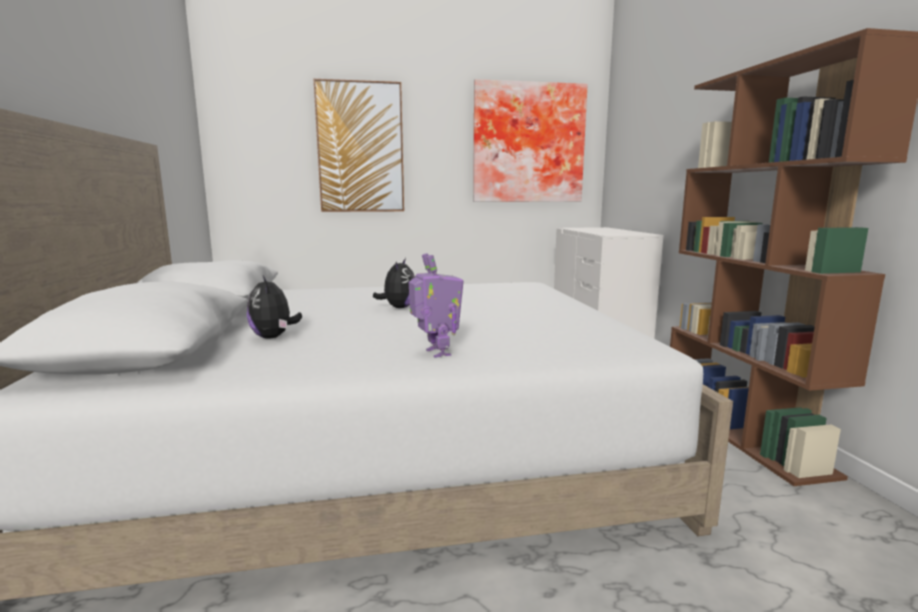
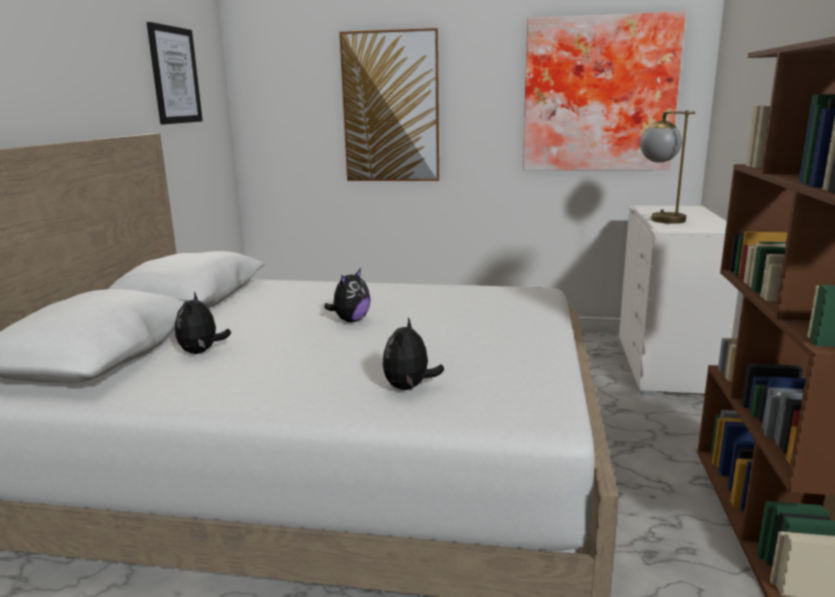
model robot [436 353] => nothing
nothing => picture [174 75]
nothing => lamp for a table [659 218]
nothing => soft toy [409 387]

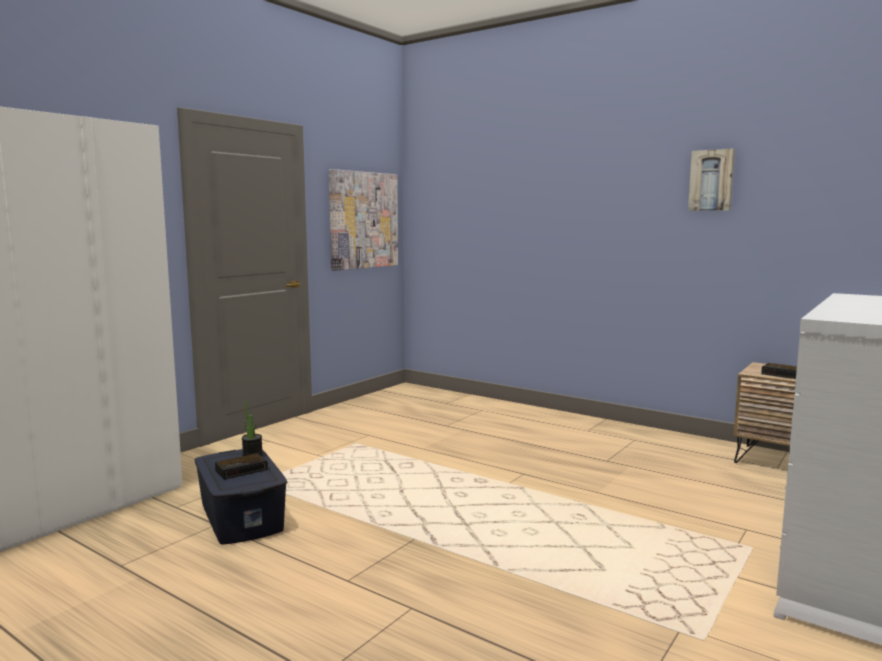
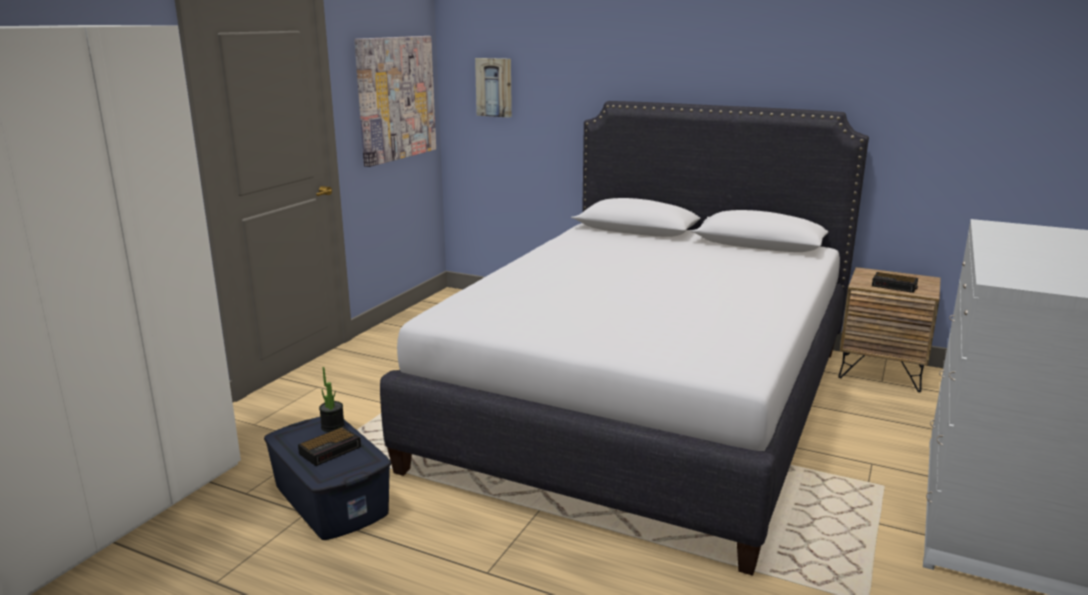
picture [711 180] => picture [494 87], relocated
nothing => bedroom bed in whitish [645 403]

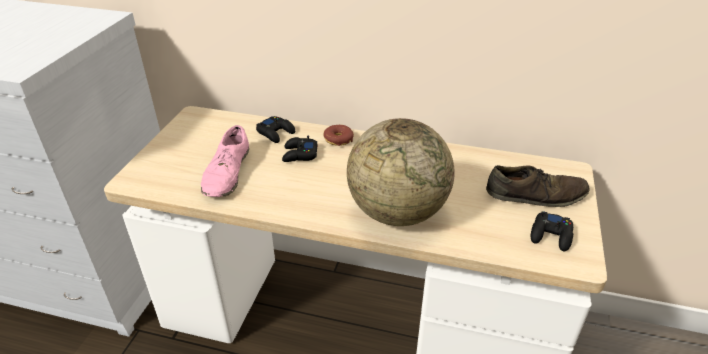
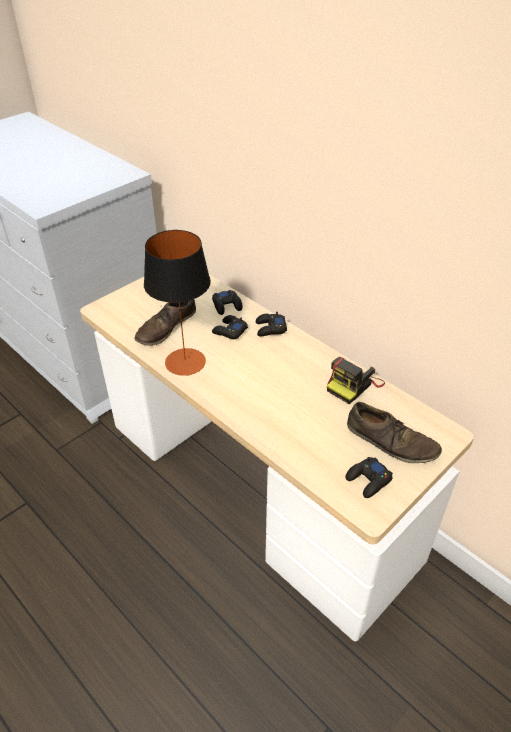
desk globe [397 212] => nothing
shoe in pinkish [227 173] => shoe in brownish [166 327]
doughnut [338 139] => gamepad in black-coloured [270 328]
nothing => lamp for a table [185 362]
nothing => photo camera [354 385]

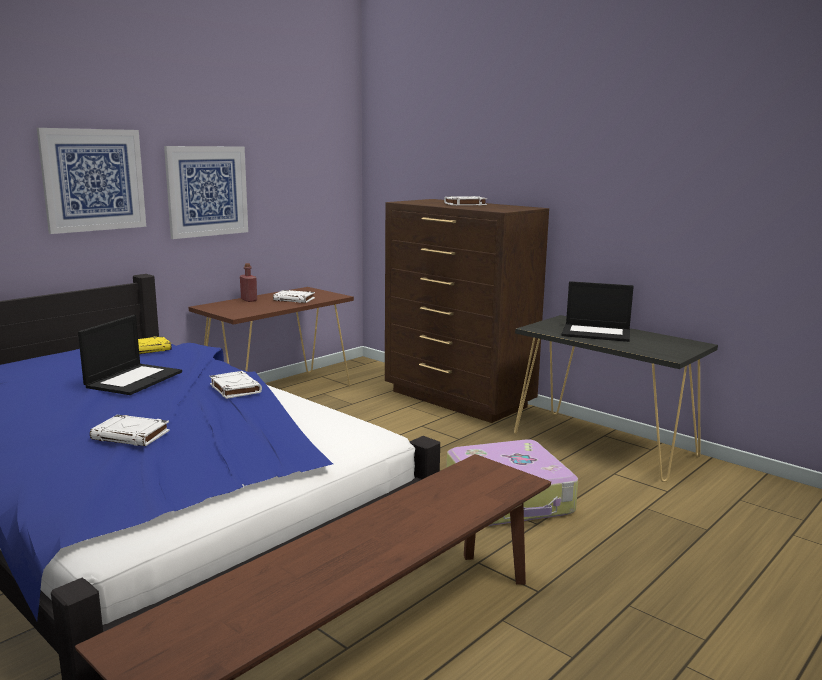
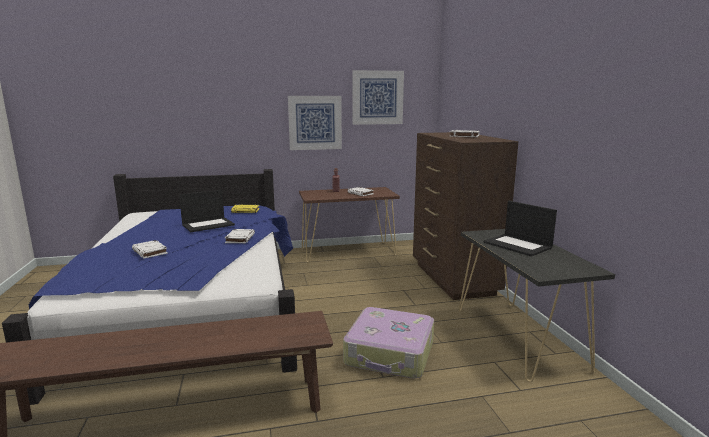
picture [93 180] => picture [377 97], relocated

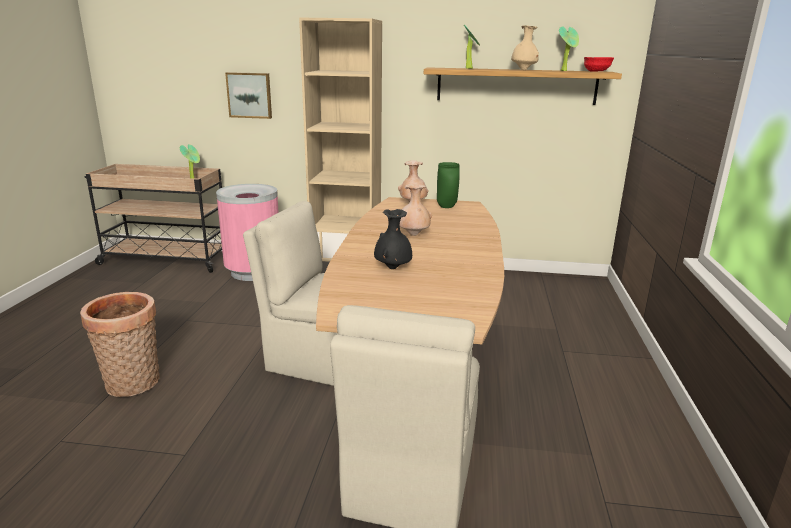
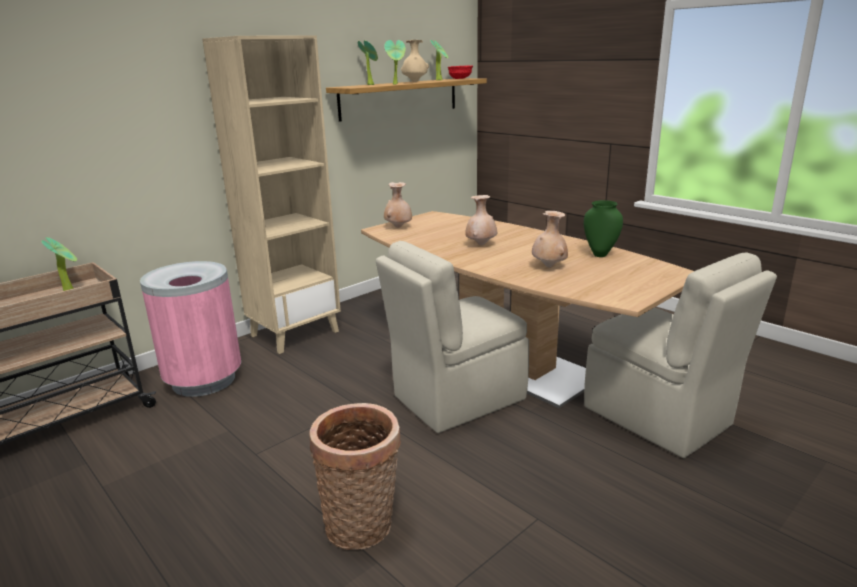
picture [249 95] => nothing
decorative vase in green-coloured [447 207] => decorative vase in green-coloured [600 254], relocated
decorative vase in black-coloured [392 268] => decorative vase in beige-coloured [549 266]
nothing => plant in a pot [396 84]

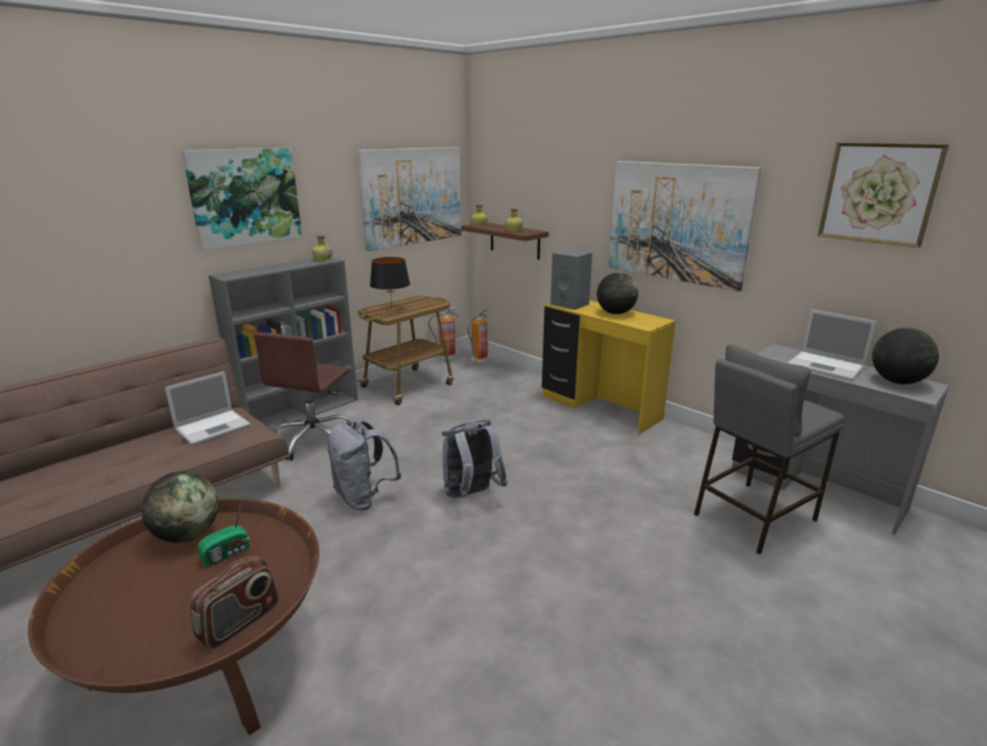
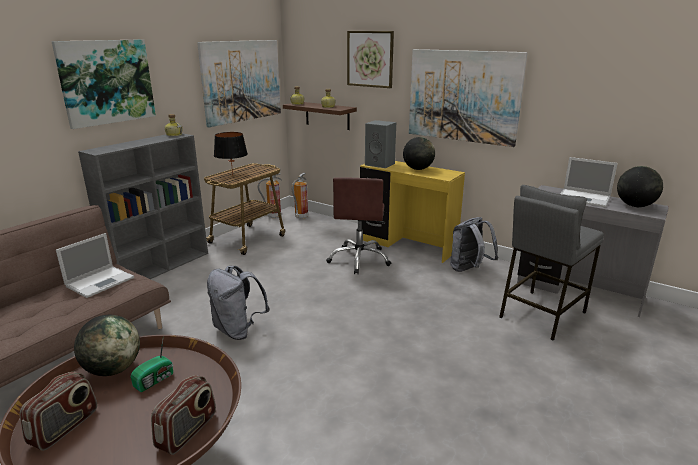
picture [879 193] => picture [370 59], relocated
desk chair in brownish [314 439] => desk chair in brownish [359 259], relocated
knapsack in gray [471 495] => knapsack in gray [469 270], relocated
nothing => radio set [65 427]

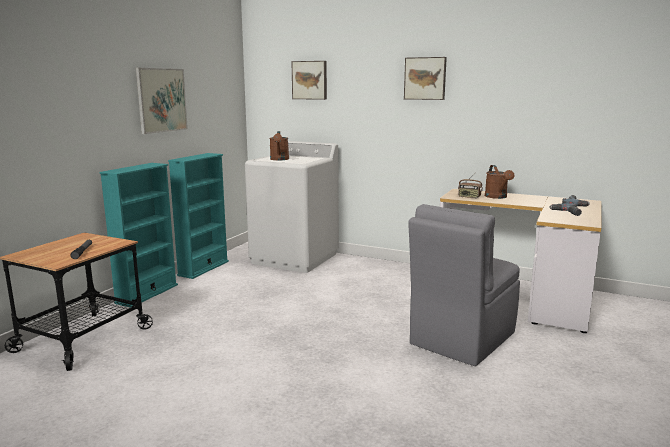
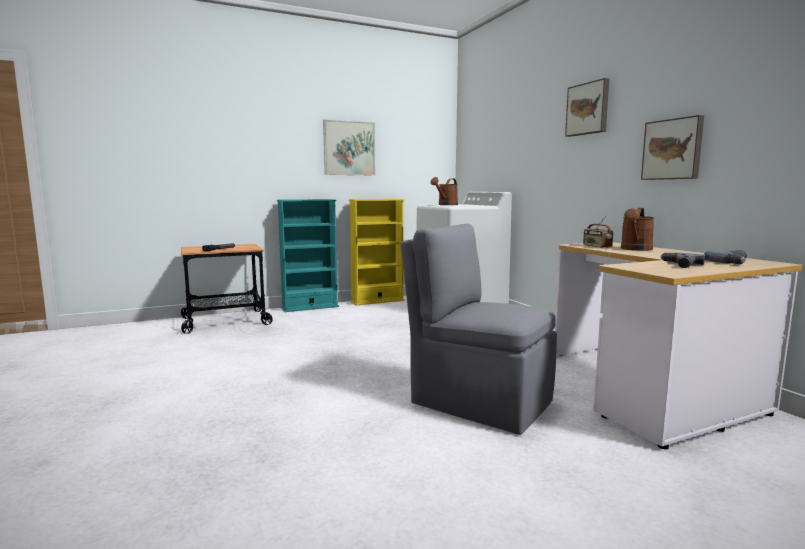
picture [310 80] => picture [673 149], relocated
bookshelf in turquoise-coloured [203 268] => bookshelf in yellowish [377 301]
plain chair in gray [461 339] => plain chair in gray [478 401], 45 degrees clockwise

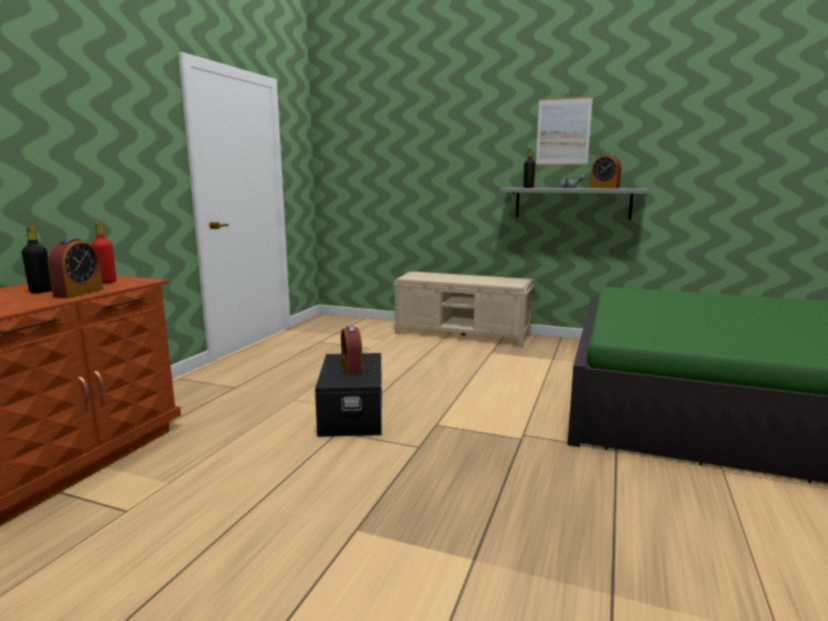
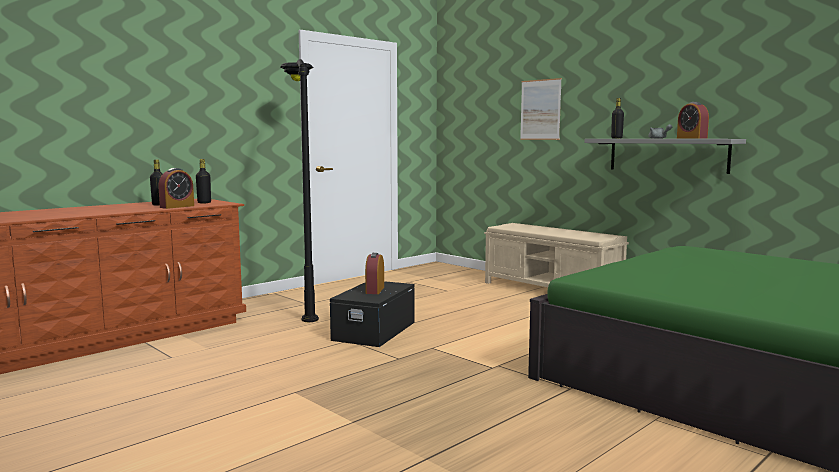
picture [563 131] => picture [540 109], relocated
beverage bottle in reddish [106 282] => beverage bottle in black-coloured [204 203]
nothing => floor lamp in black-coloured [305 306]

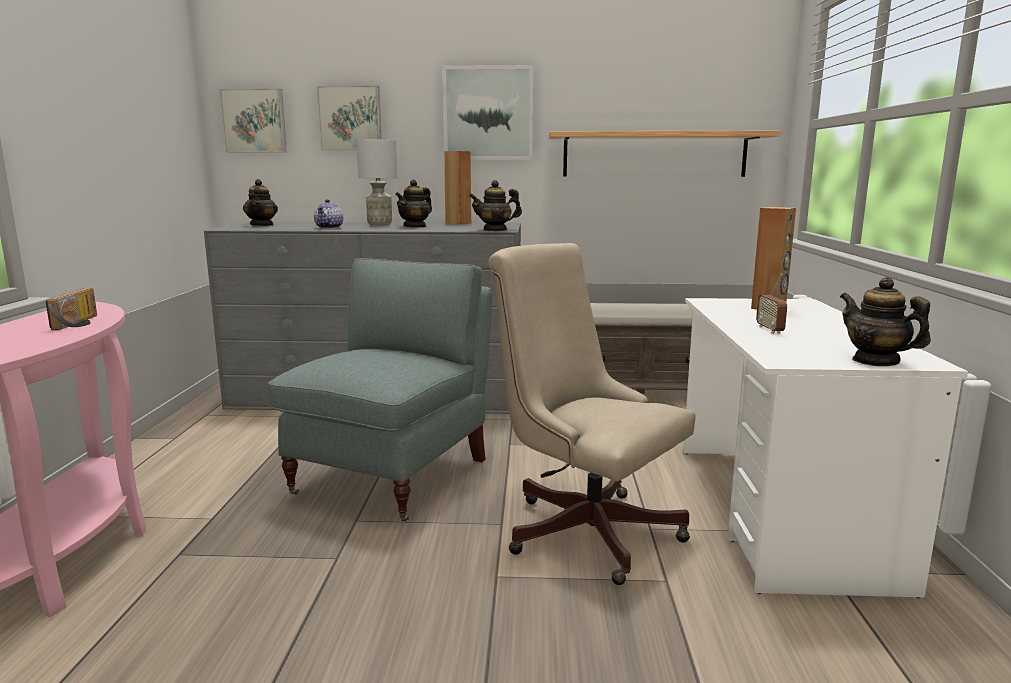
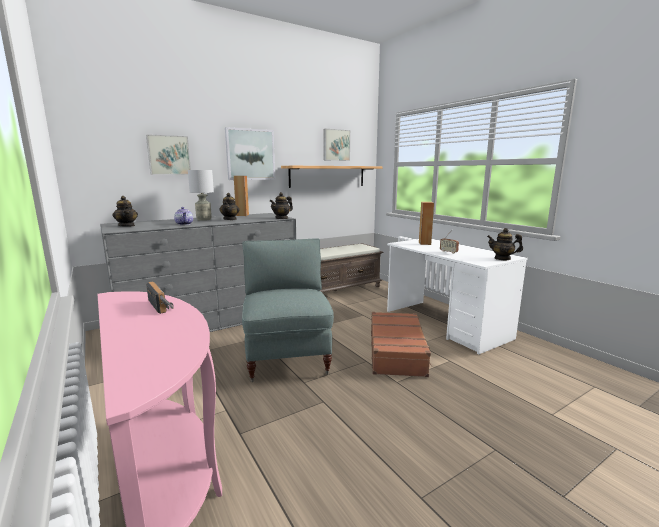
picture [254 121] => picture [336 145], relocated
desk chair in beige-coloured [583 527] => travel case in brownish [397 352]

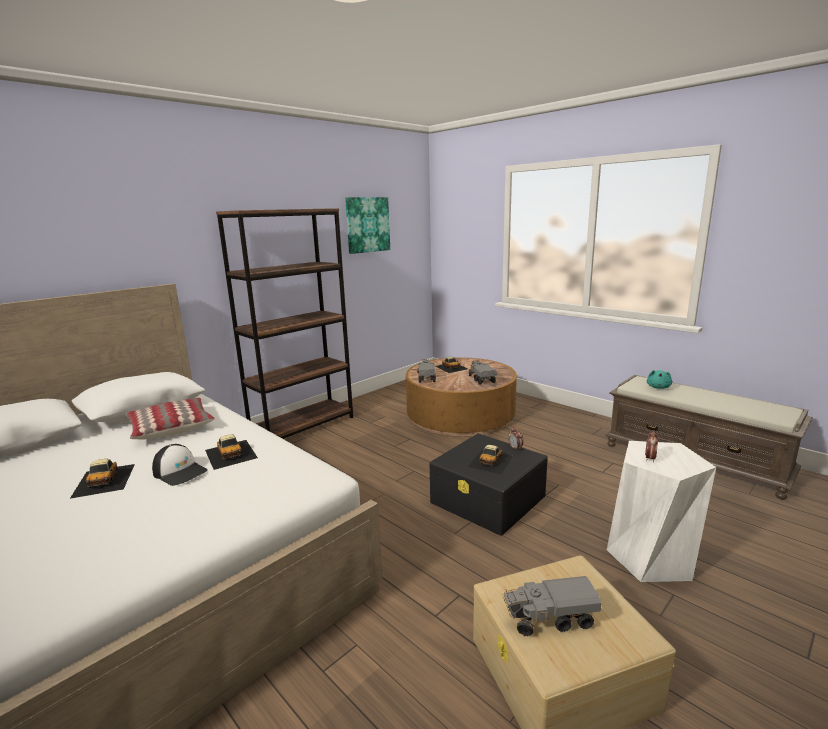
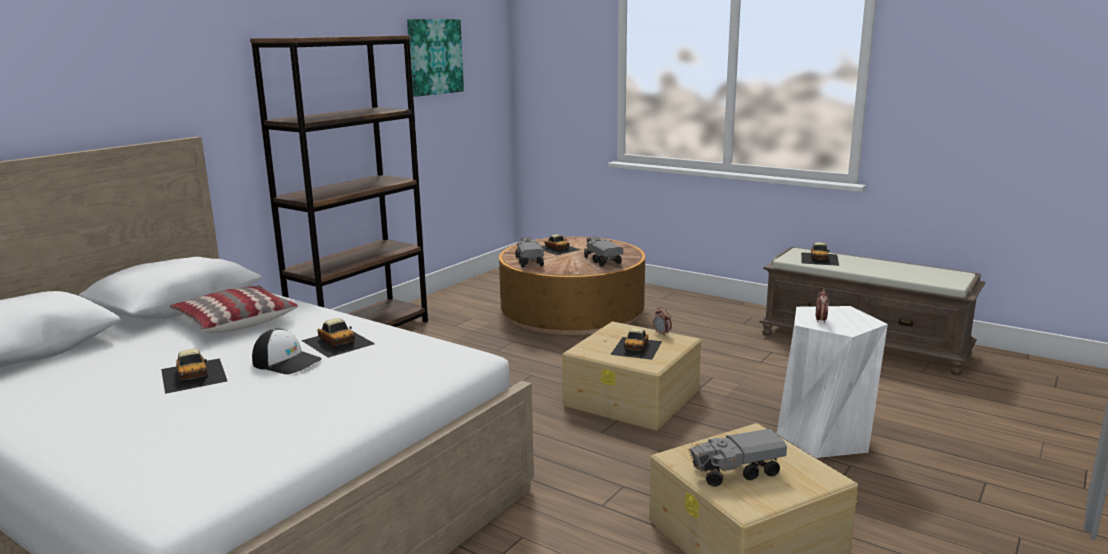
soft toy in turquoise-coloured [658 387] => model car [819 258]
storage bin in black-coloured [488 499] => storage bin in beige-coloured [633 397]

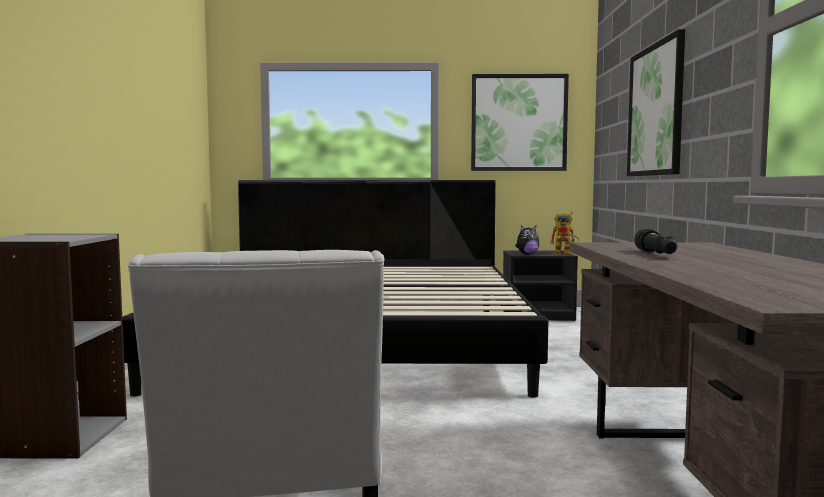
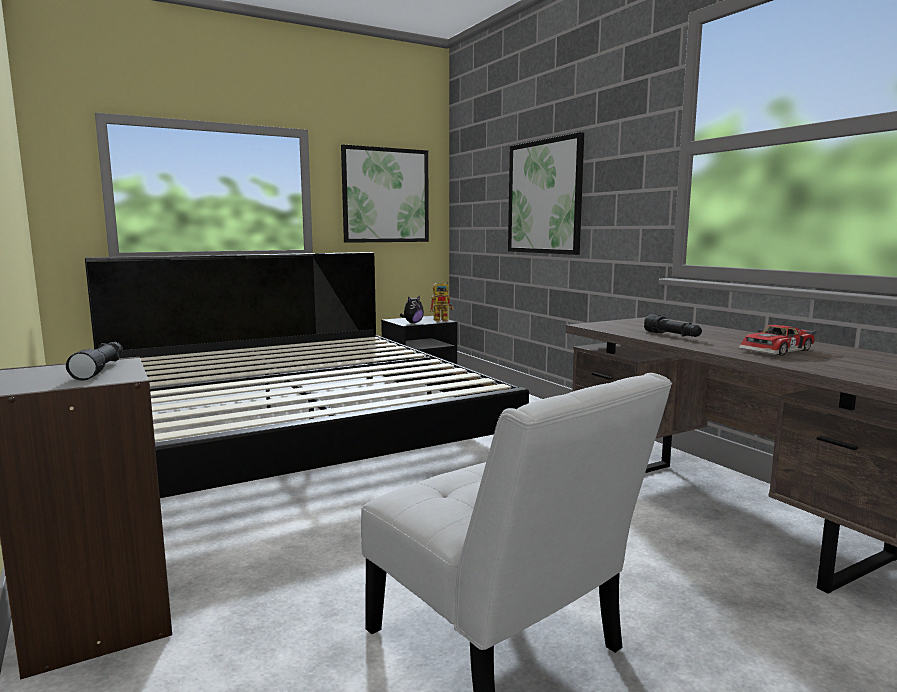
nothing => model car [778 350]
nothing => hand torch in black-coloured [101 370]

